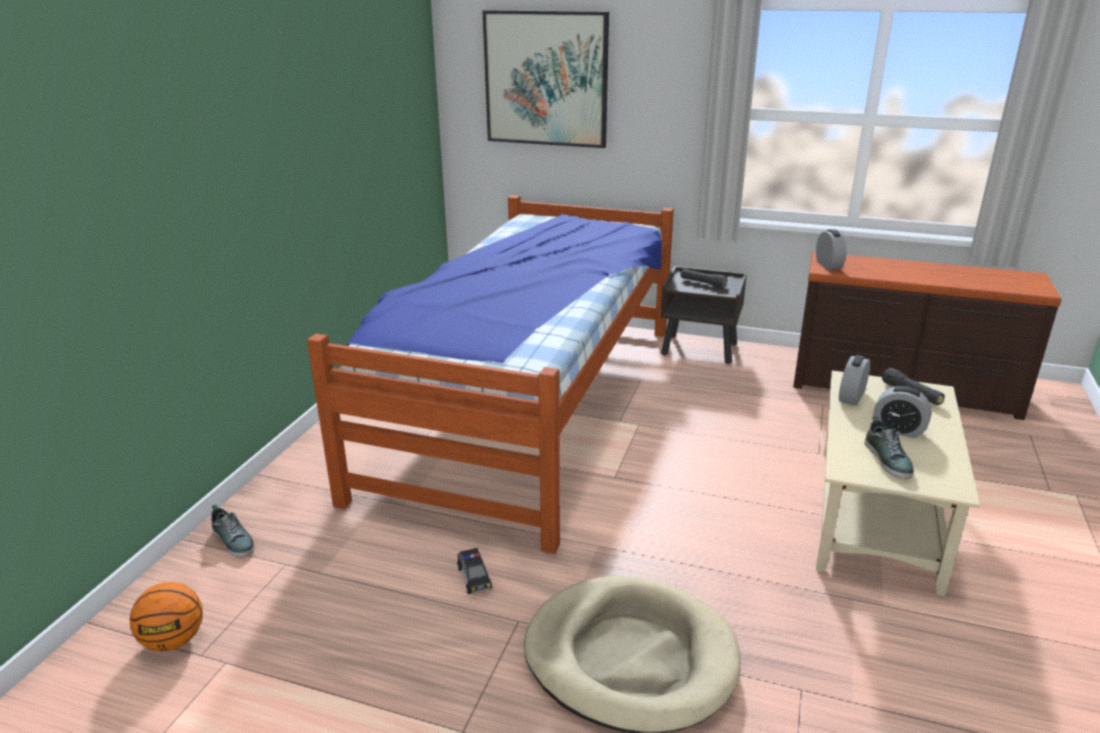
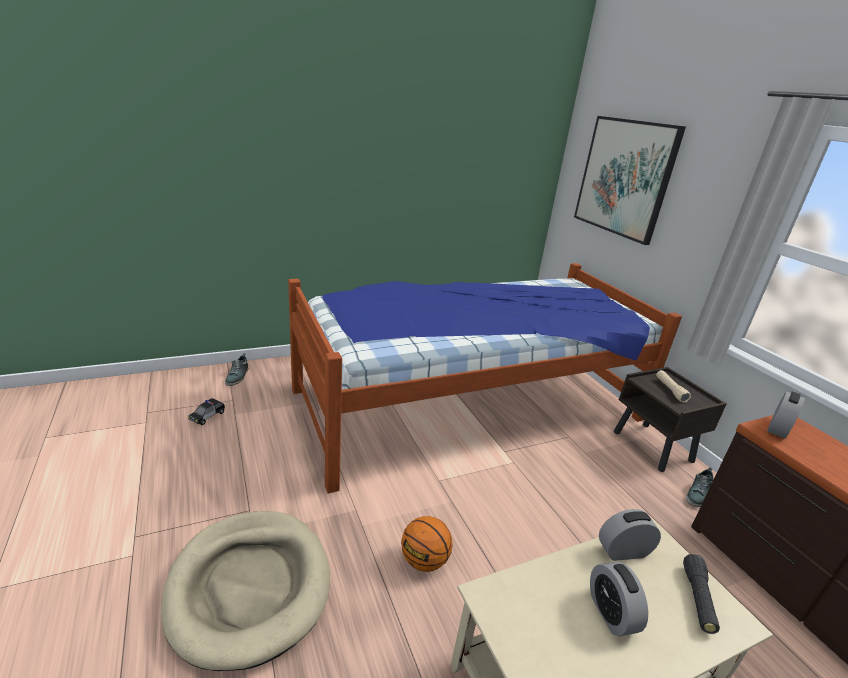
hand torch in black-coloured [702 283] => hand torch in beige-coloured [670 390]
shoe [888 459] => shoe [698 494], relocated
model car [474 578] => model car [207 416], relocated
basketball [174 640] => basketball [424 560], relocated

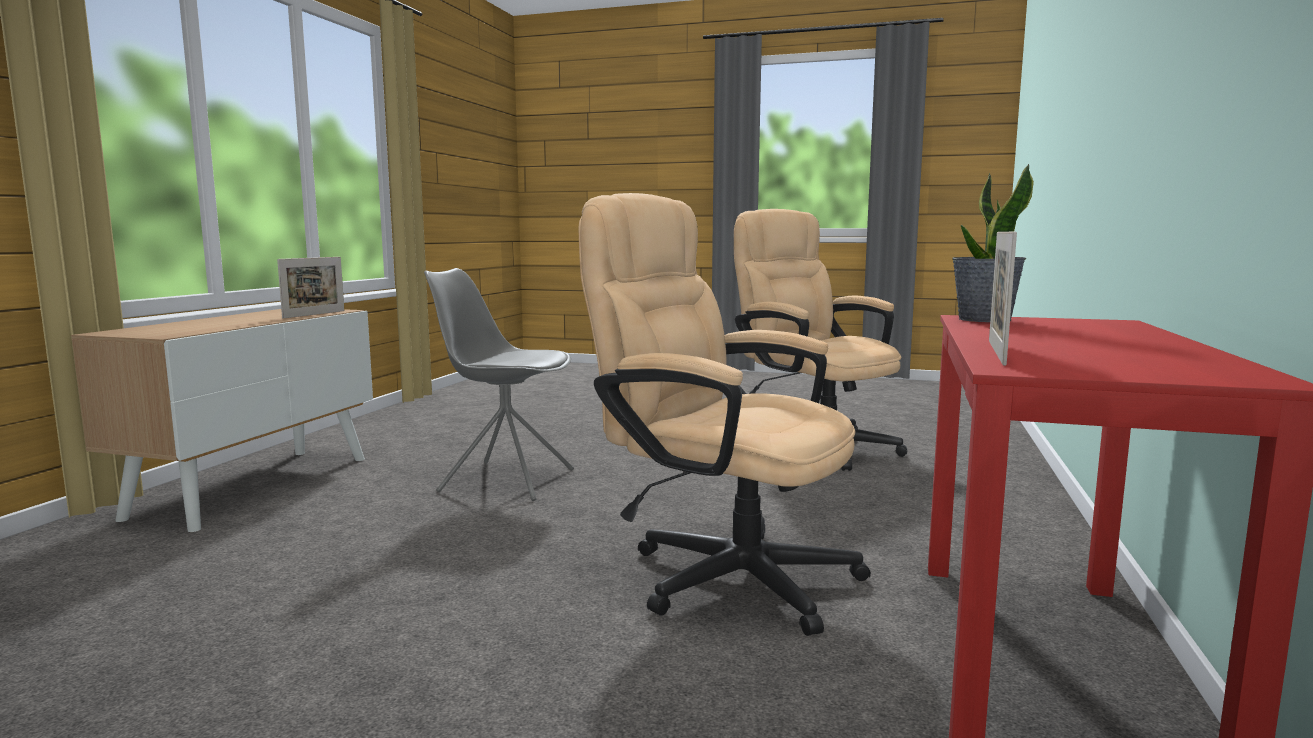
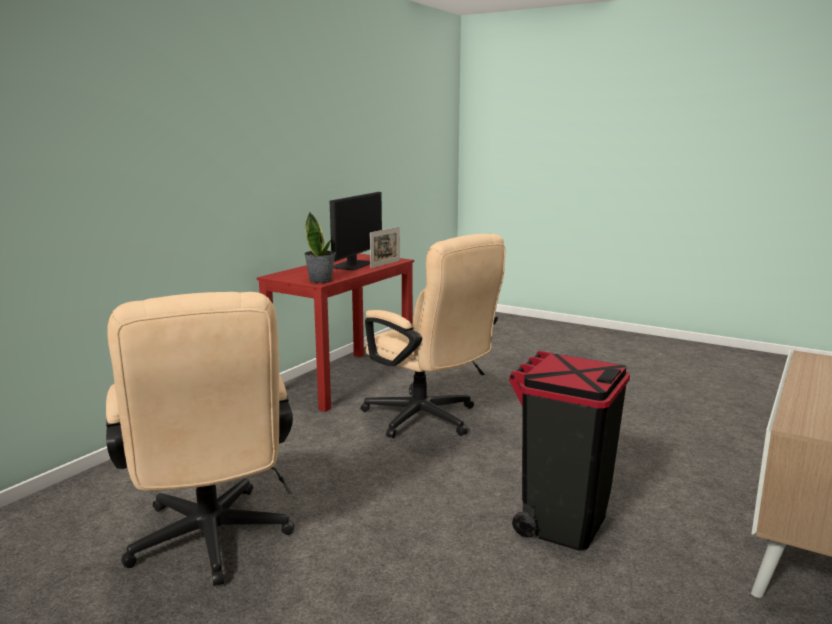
photo frame [314 314] => nothing
plain chair in gray [505 480] => waste bin in black-coloured [563 522]
nothing => computer display [352 265]

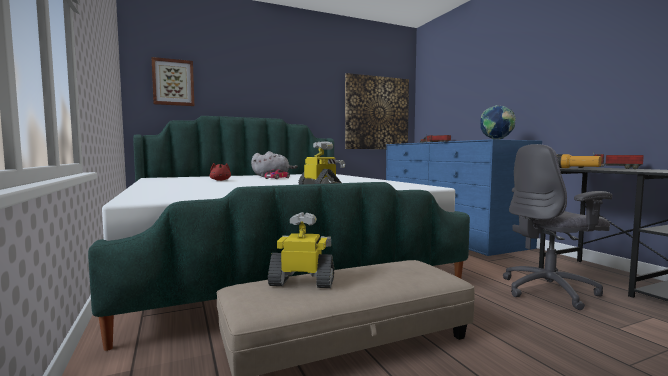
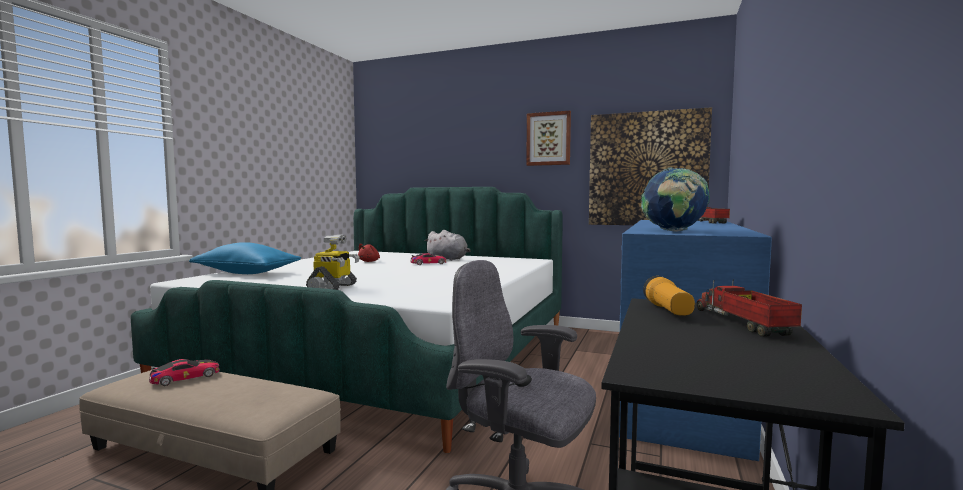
picture [173 82] => picture [548 139], relocated
model robot [303 282] => model car [185 377]
nothing => throw pillow in blue-coloured [246 273]

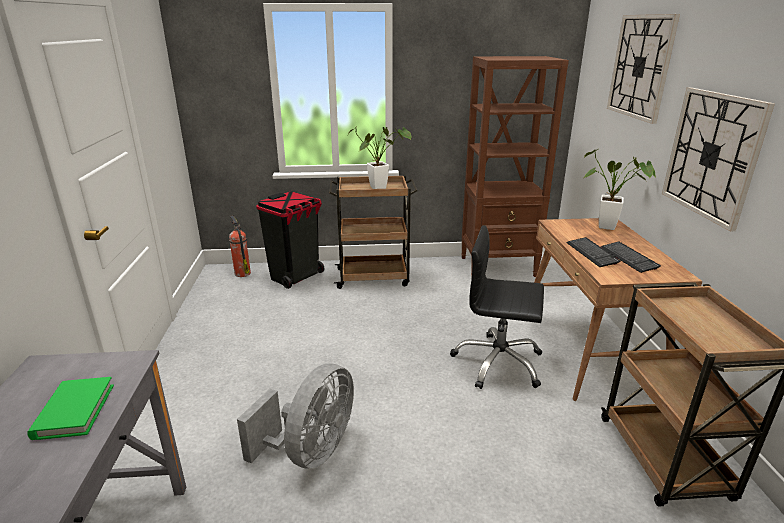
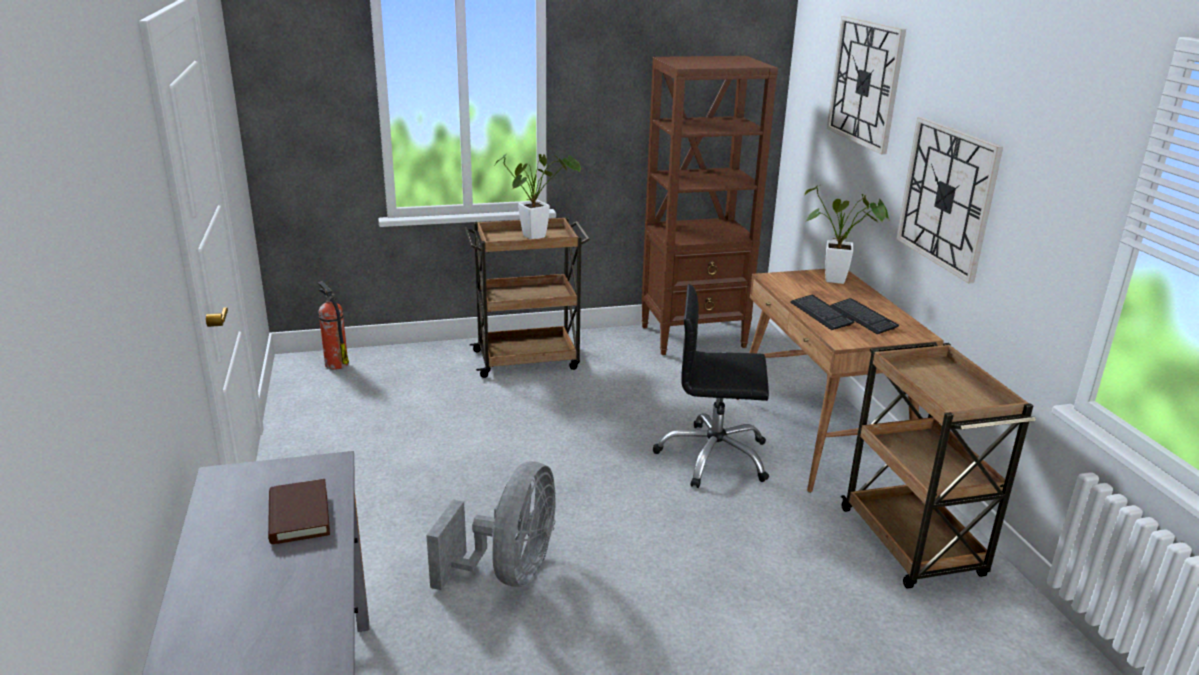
waste bin in black-coloured [295 276] => nothing
volume in green-coloured [74 411] => volume in brownish [299 515]

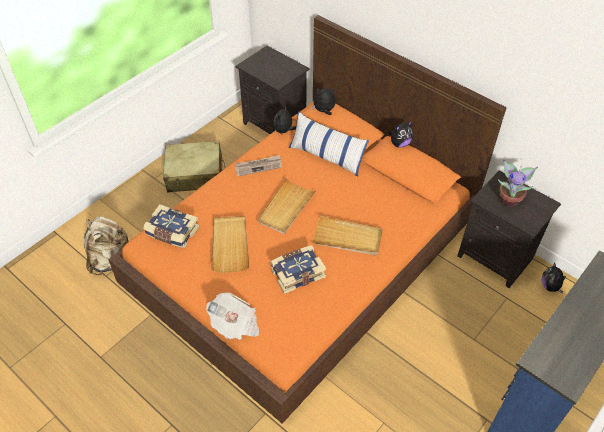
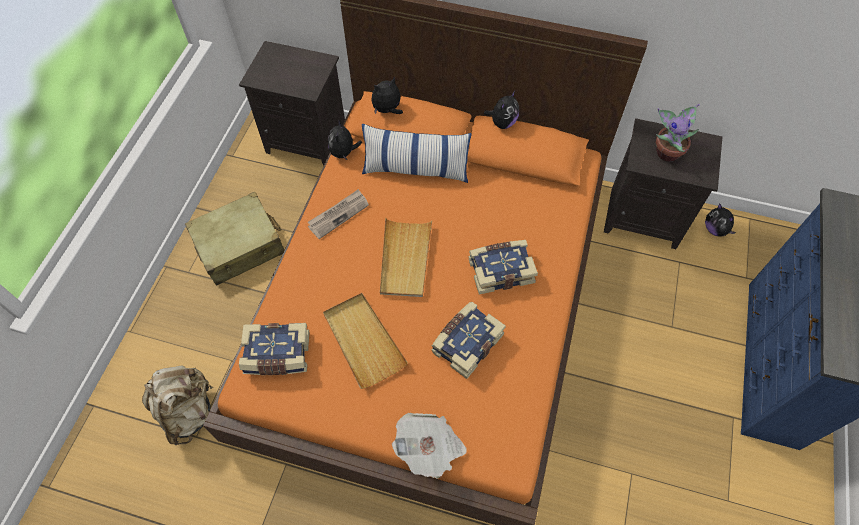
tray in beige-coloured [347 238] => volume [500 270]

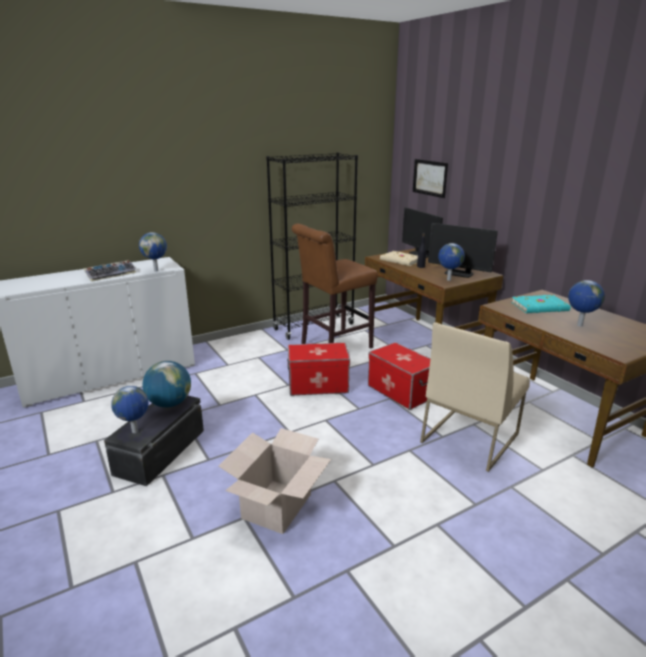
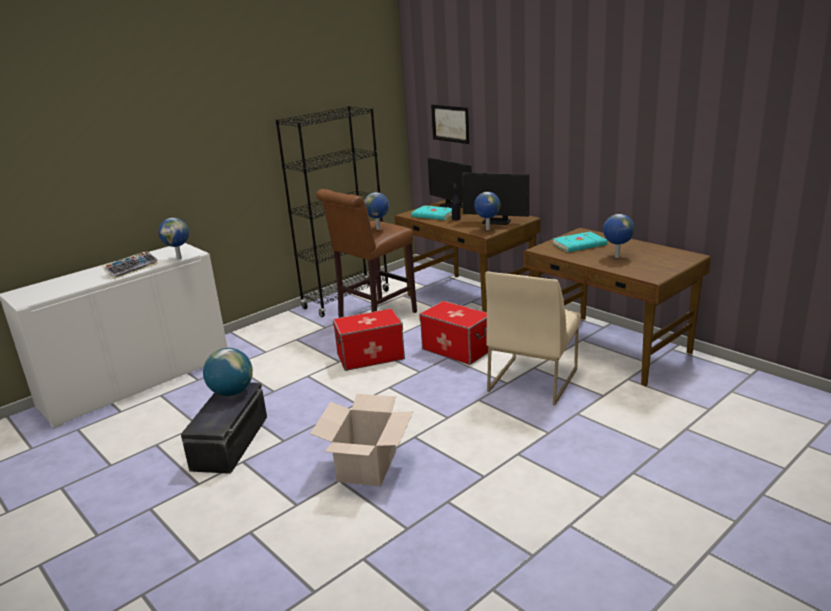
volume in beige-coloured [400 260] => volume in turquoise-coloured [433 215]
desk globe [135 432] => desk globe [378 229], relocated

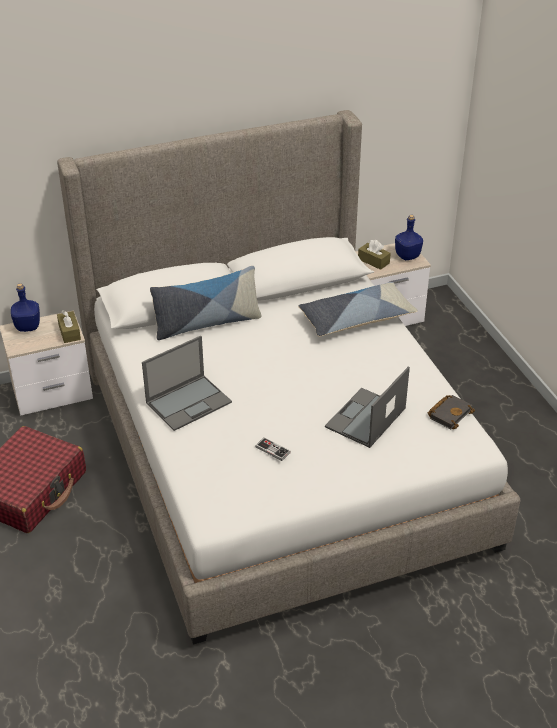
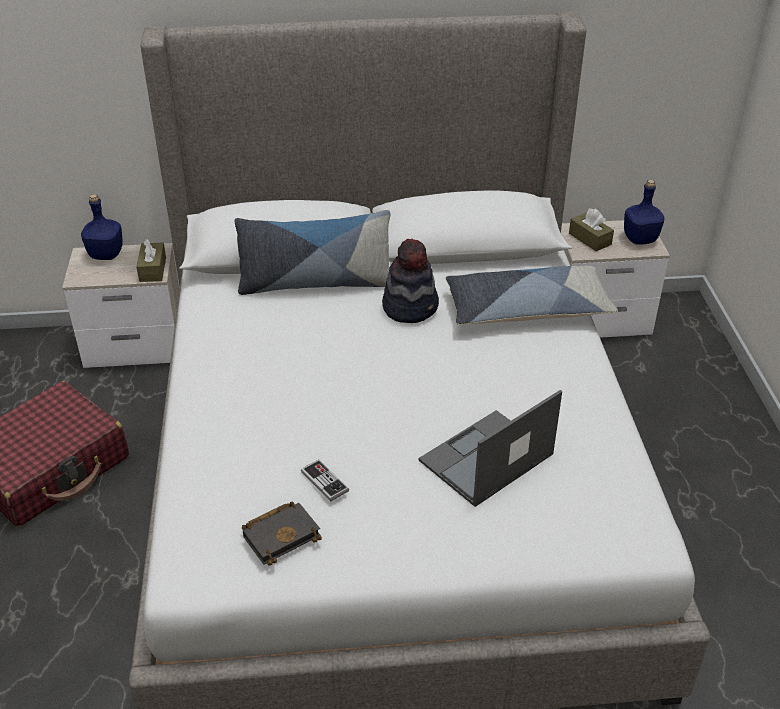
notebook computer [189 402] => nothing
volume in black-coloured [449 413] => volume in black-coloured [282 534], relocated
nothing => hat [410 307]

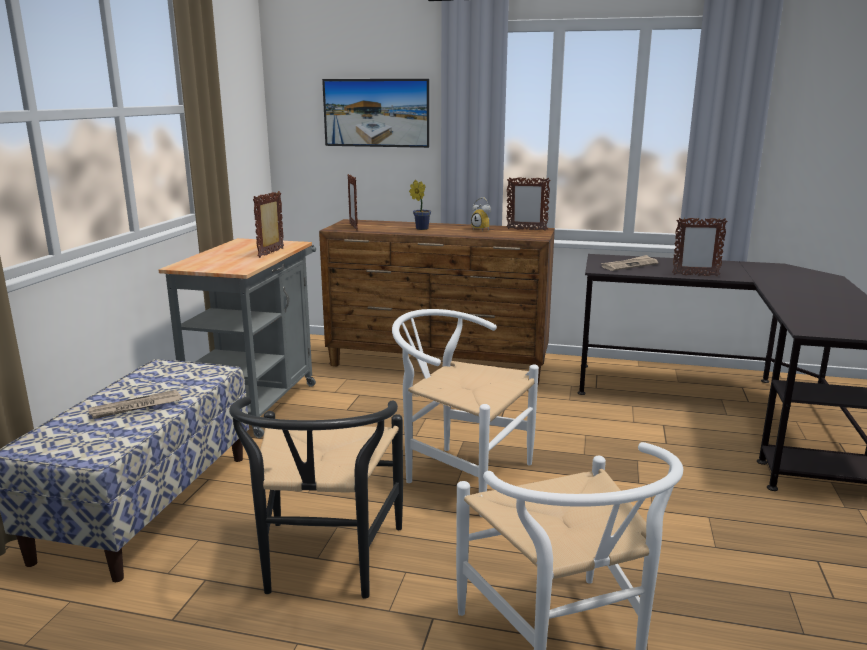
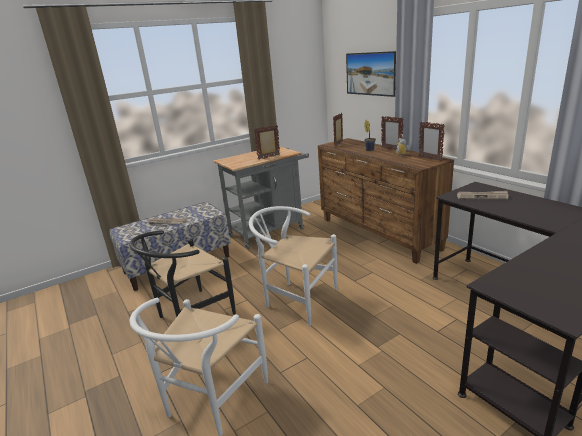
photo frame [695 275] => photo frame [391 149], relocated
plain chair in whitish [458 473] => plain chair in whitish [295 299], 45 degrees counterclockwise

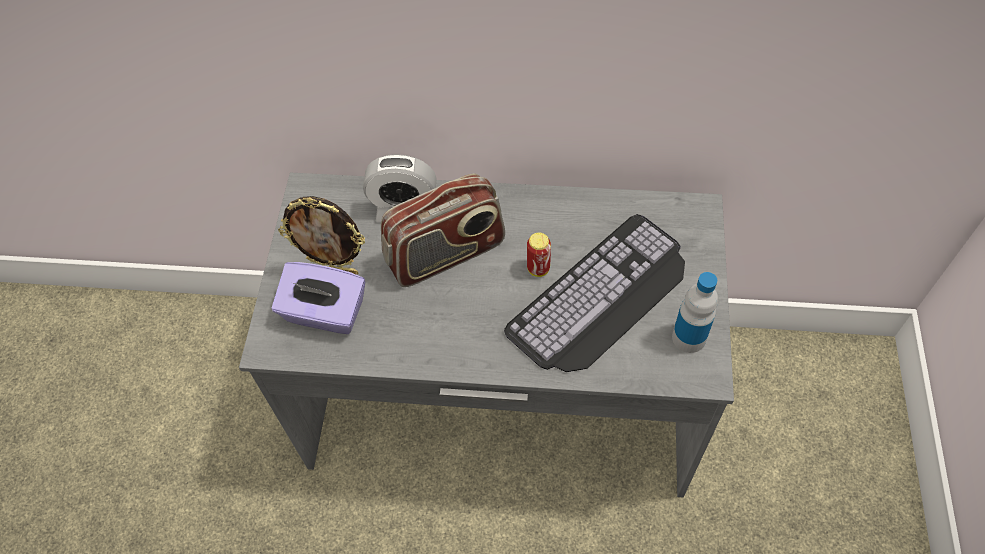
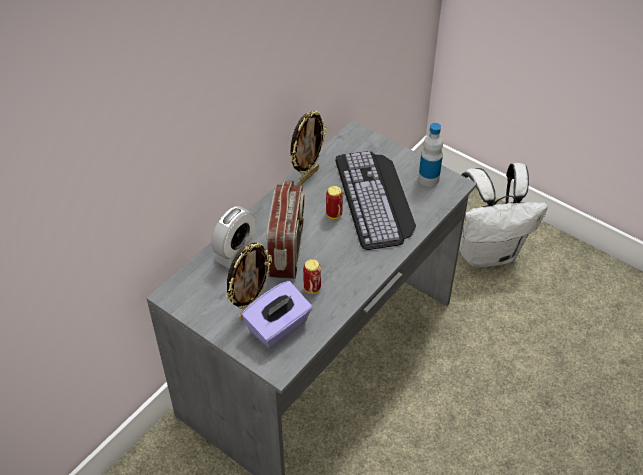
nothing => photo frame [307 175]
nothing => knapsack in whitish [488 252]
nothing => can [312 288]

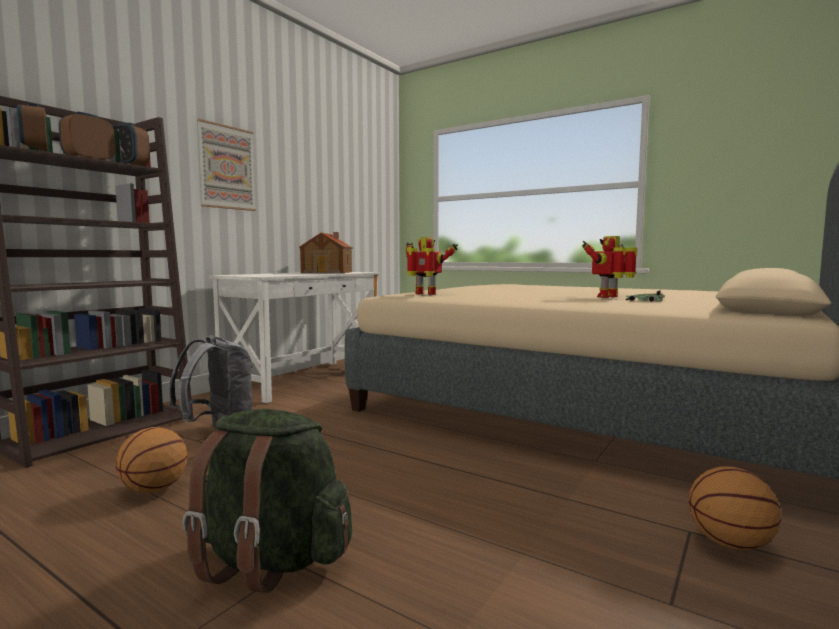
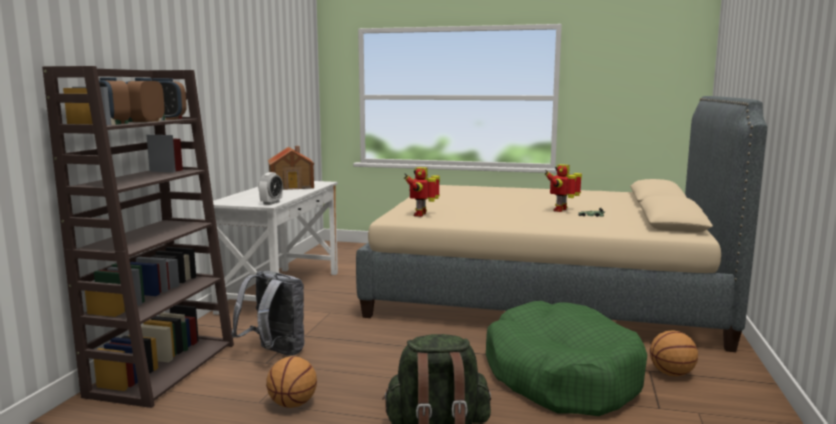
picture [226 167] => nothing
model robot [426 294] => model robot [422 214], 75 degrees counterclockwise
nothing => table clock [271 203]
nothing => dog bed in green-coloured [561 376]

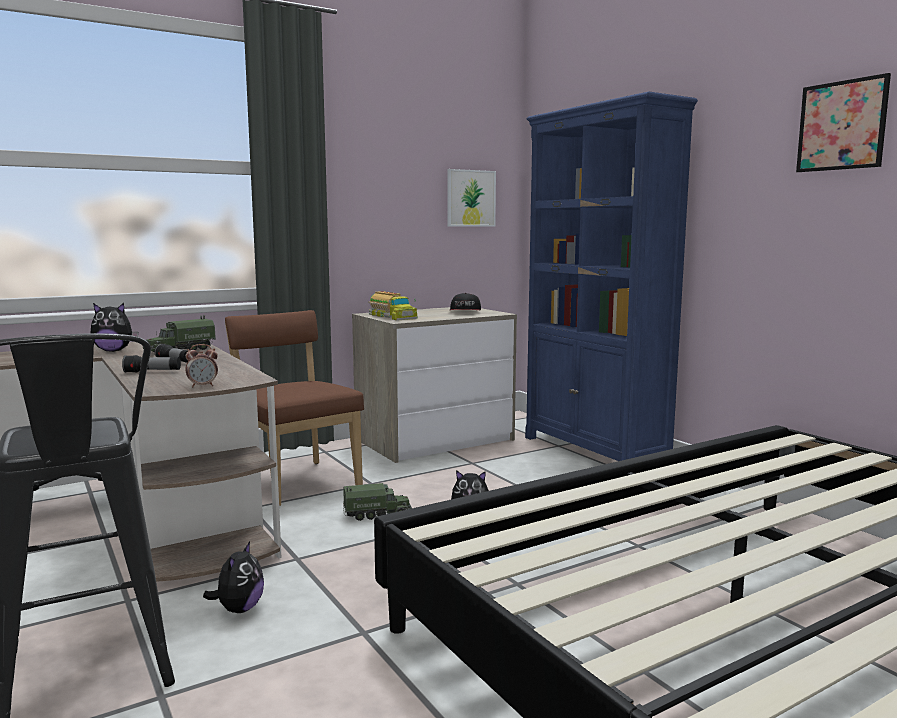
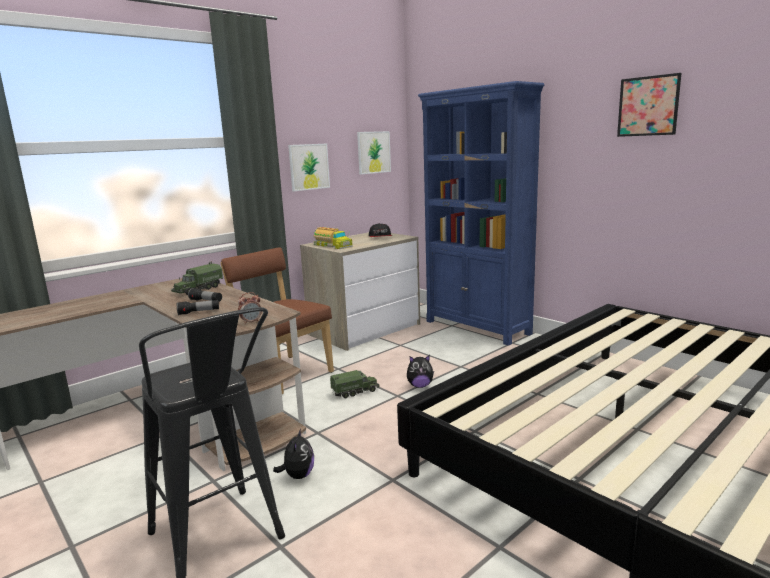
soft toy [114 351] => nothing
nothing => picture [309 167]

